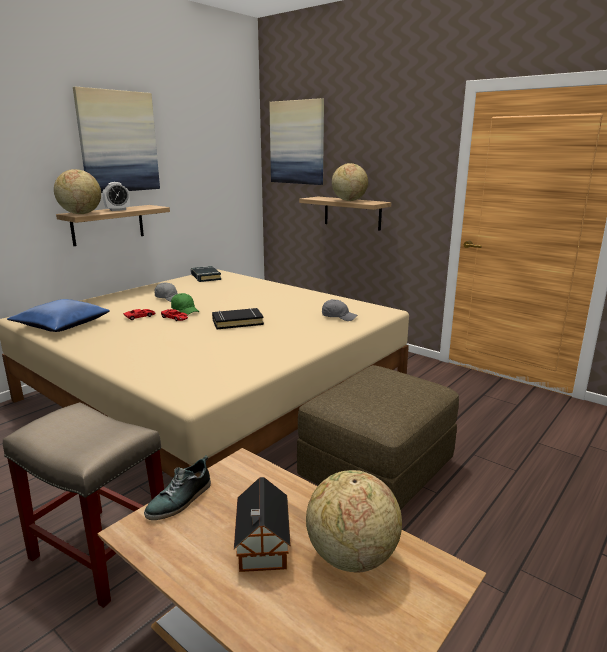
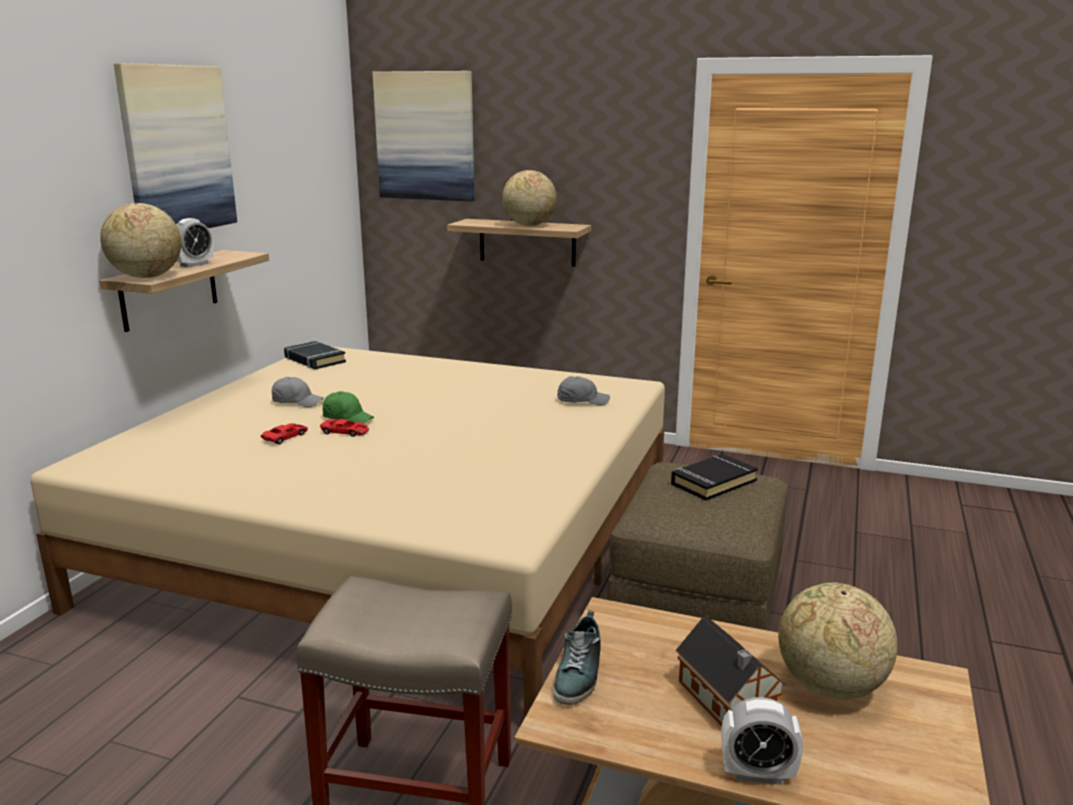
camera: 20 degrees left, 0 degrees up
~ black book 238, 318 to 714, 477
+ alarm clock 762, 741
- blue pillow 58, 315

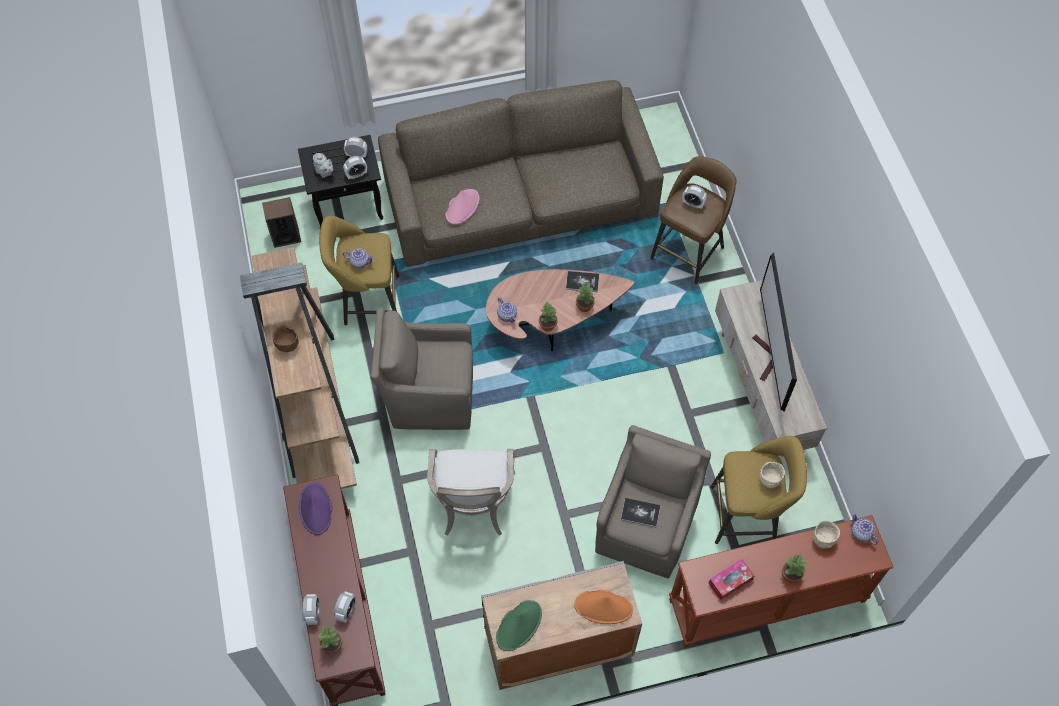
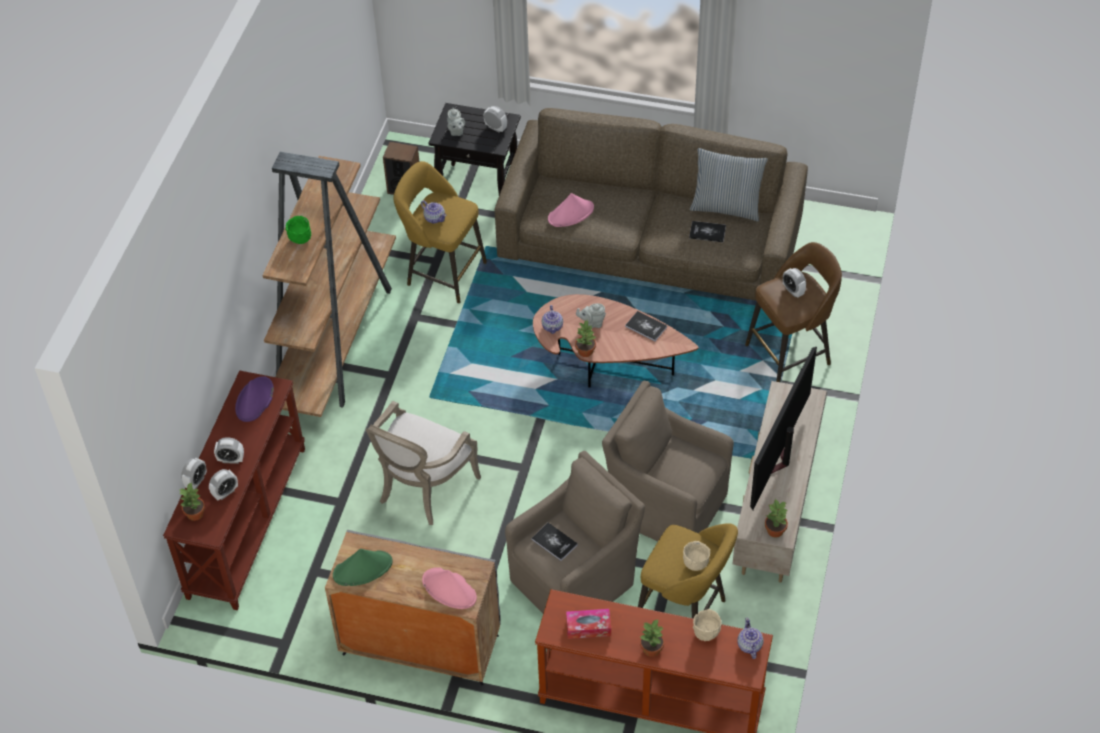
camera: 30 degrees right, 10 degrees down
~ alarm clock 355, 167 to 229, 450
~ brown bowl 286, 338 to green bowl 298, 230
~ orange hat 603, 607 to pink hat 449, 588
+ grey teapot 591, 315
~ brown armchair 422, 368 to 668, 461
+ book 707, 231
+ pillow 729, 185
~ potted plant 585, 297 to 776, 518

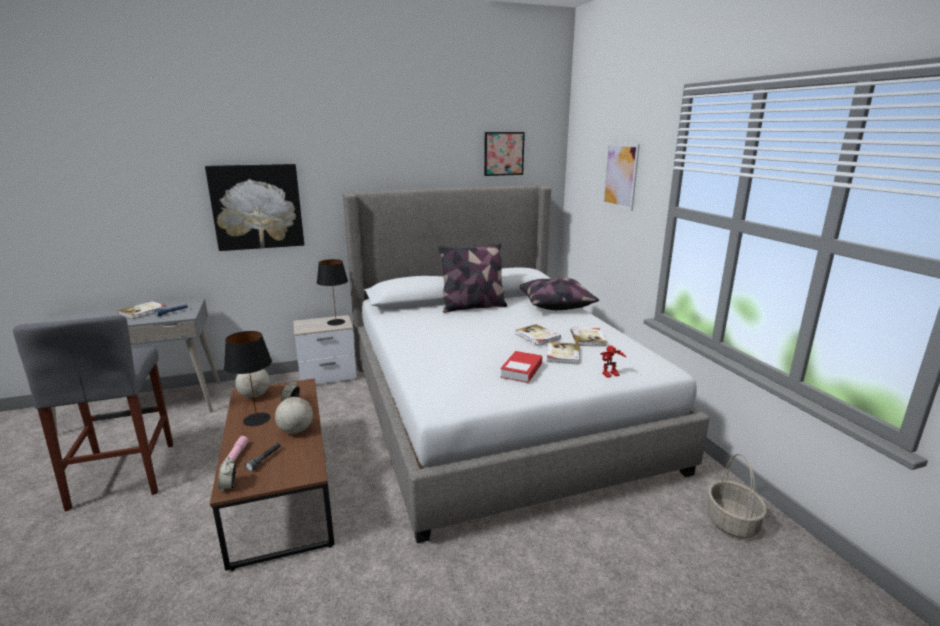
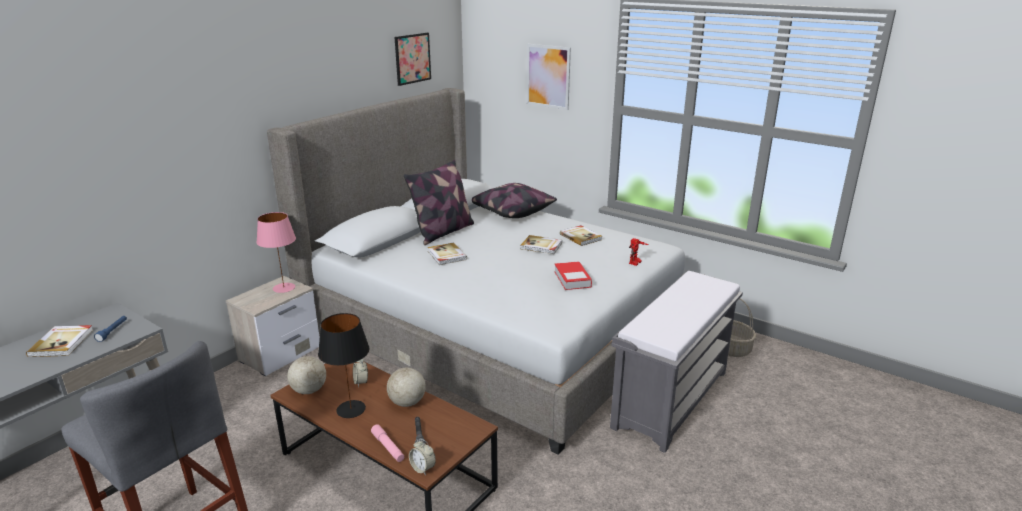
camera: 35 degrees left, 5 degrees up
~ black table lamp 332, 292 to pink table lamp 276, 252
~ book 563, 353 to 447, 254
+ grey bench 676, 362
- picture 254, 207

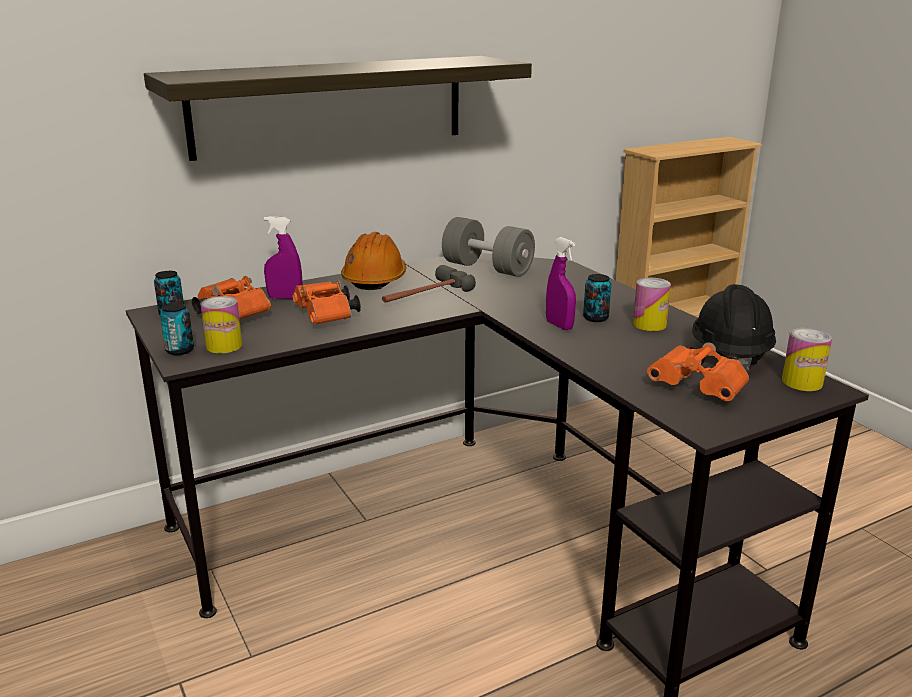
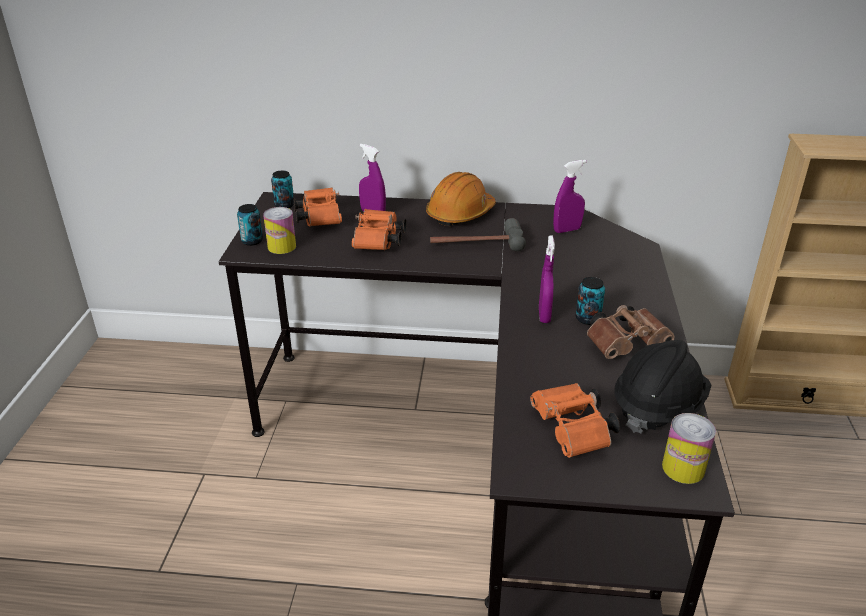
camera: 35 degrees right, 10 degrees up
~ grey dumbbell 488, 247 to purple spray bottle 569, 196
~ can 652, 304 to brown binoculars 630, 332
- shelf 338, 108

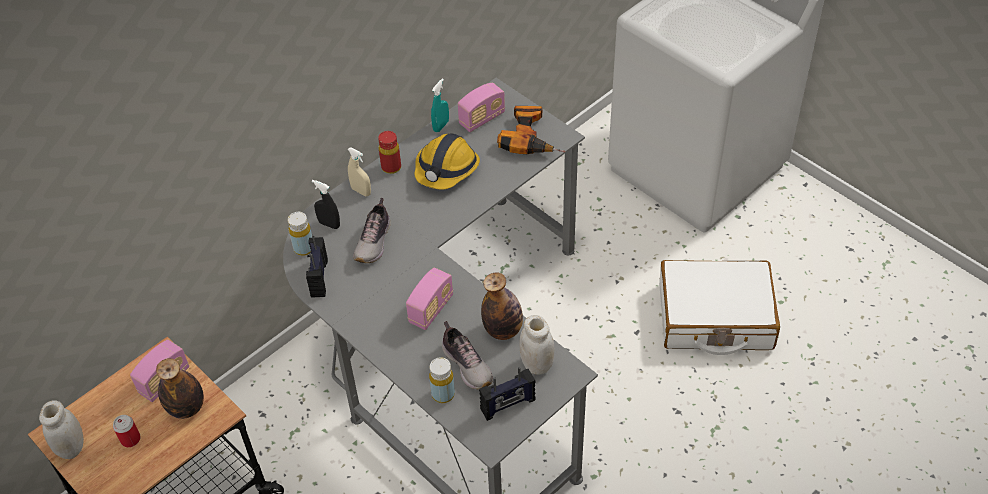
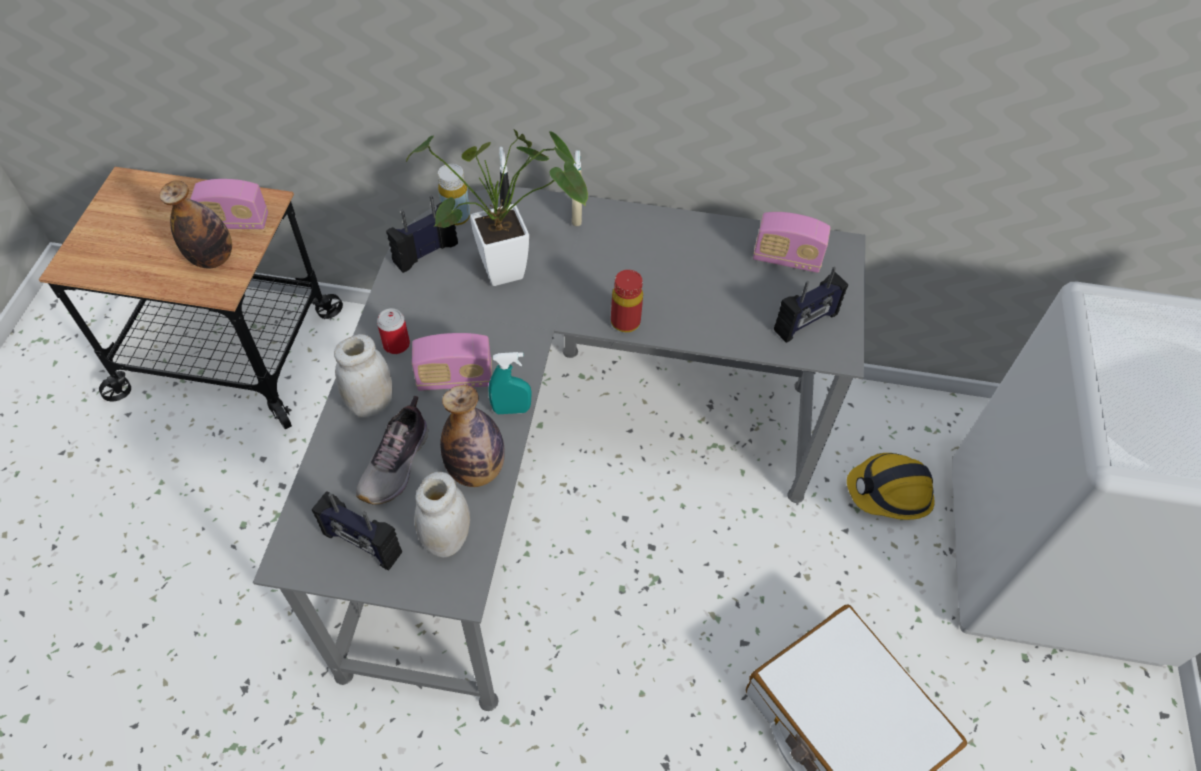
camera: 50 degrees right, 5 degrees up
~ white jar 61, 429 to 363, 376
~ can 127, 431 to 393, 331
~ shoe 372, 230 to potted plant 497, 207
~ turquoise spray bottle 440, 105 to 509, 383
~ red bottle 389, 152 to 627, 301
~ power drill 531, 130 to radio 811, 305
~ hard hat 447, 161 to 891, 486
- yellow bottle 442, 380

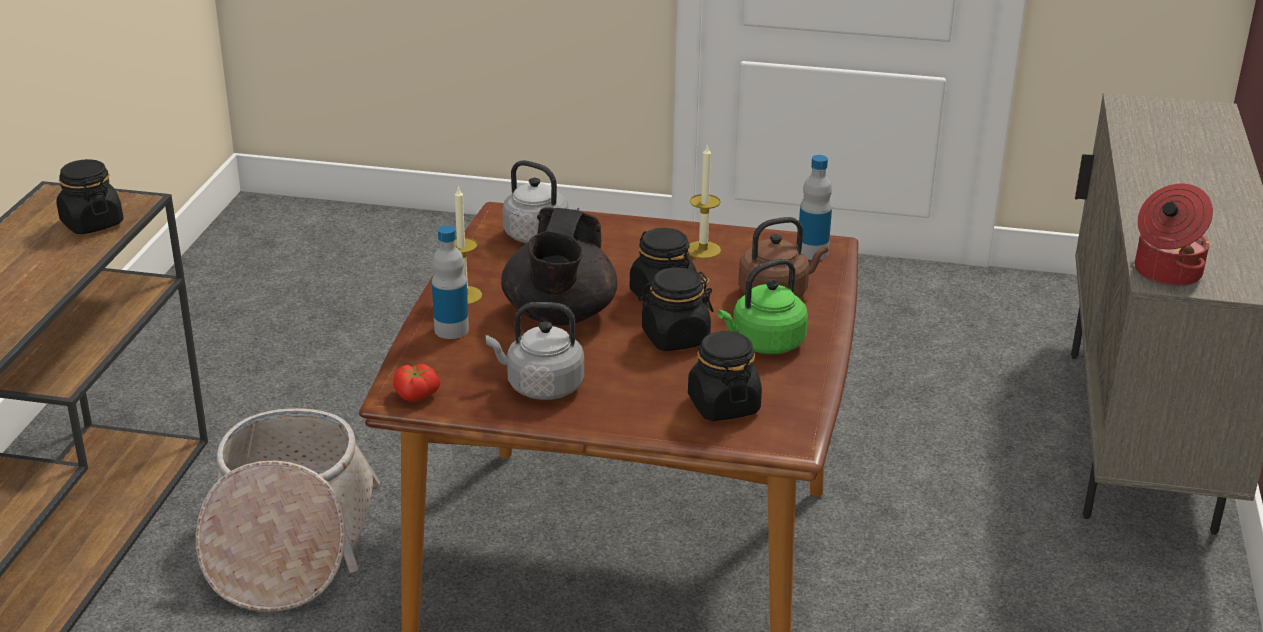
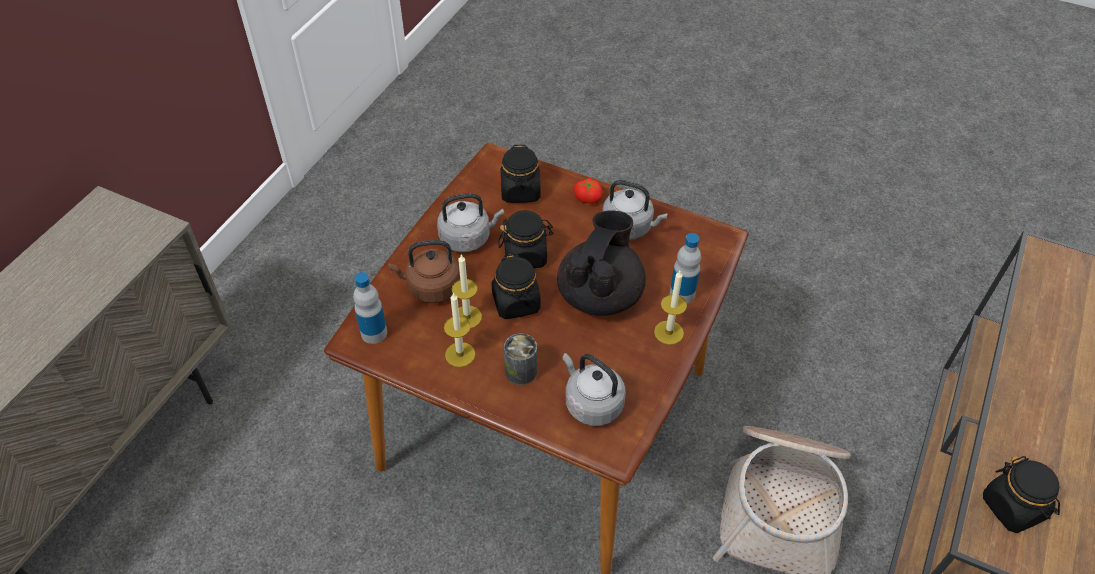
camera: 165 degrees left, 20 degrees up
~ green kettle 762, 306 to grey kettle 470, 223
+ candle 467, 292
+ can 520, 359
~ tomato 416, 383 to 588, 191
- cooking pot 1174, 235

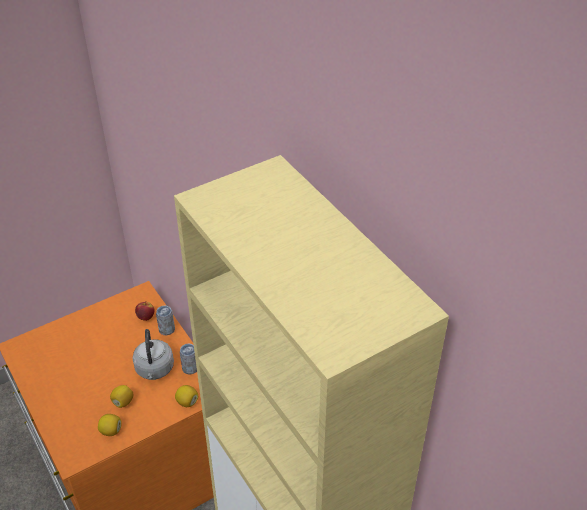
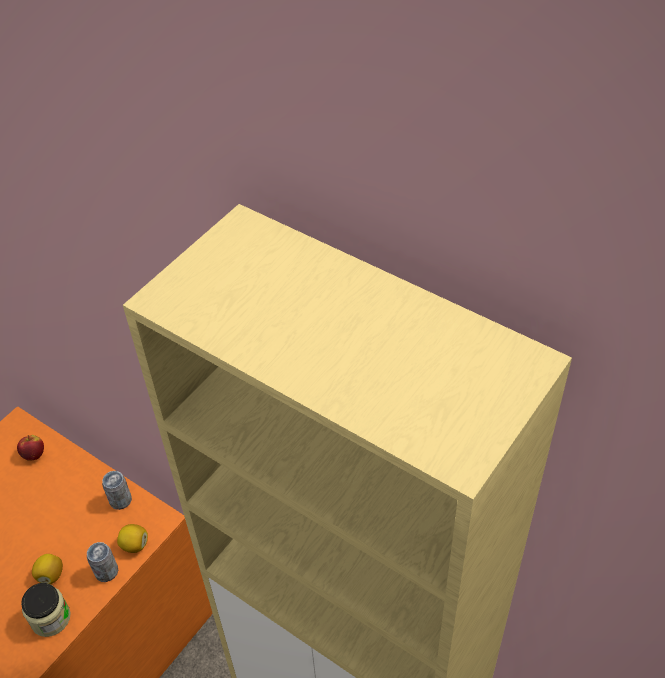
camera: 20 degrees left, 5 degrees up
~ lemon 110, 425 to jar 46, 610
~ can 165, 320 to 102, 562
- grey kettle 153, 354

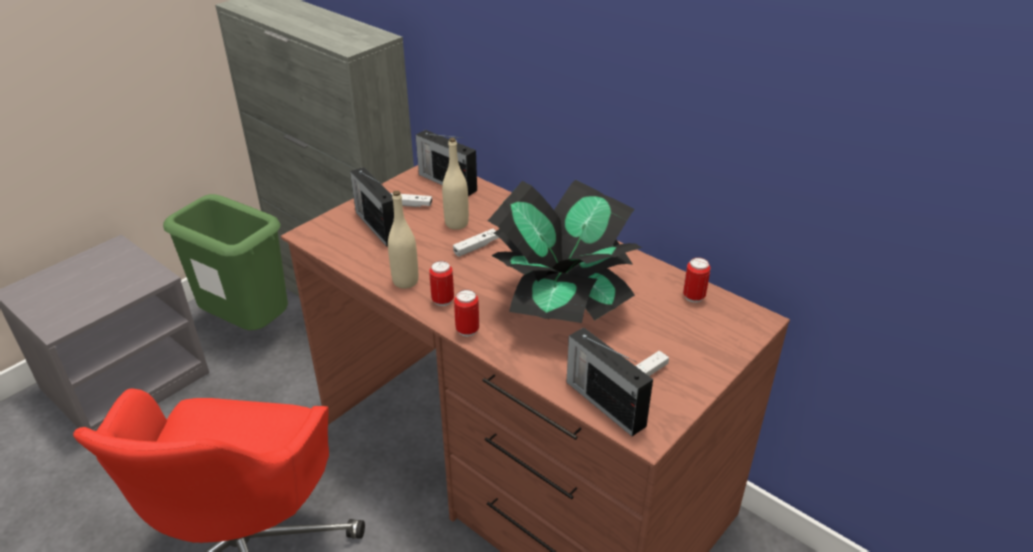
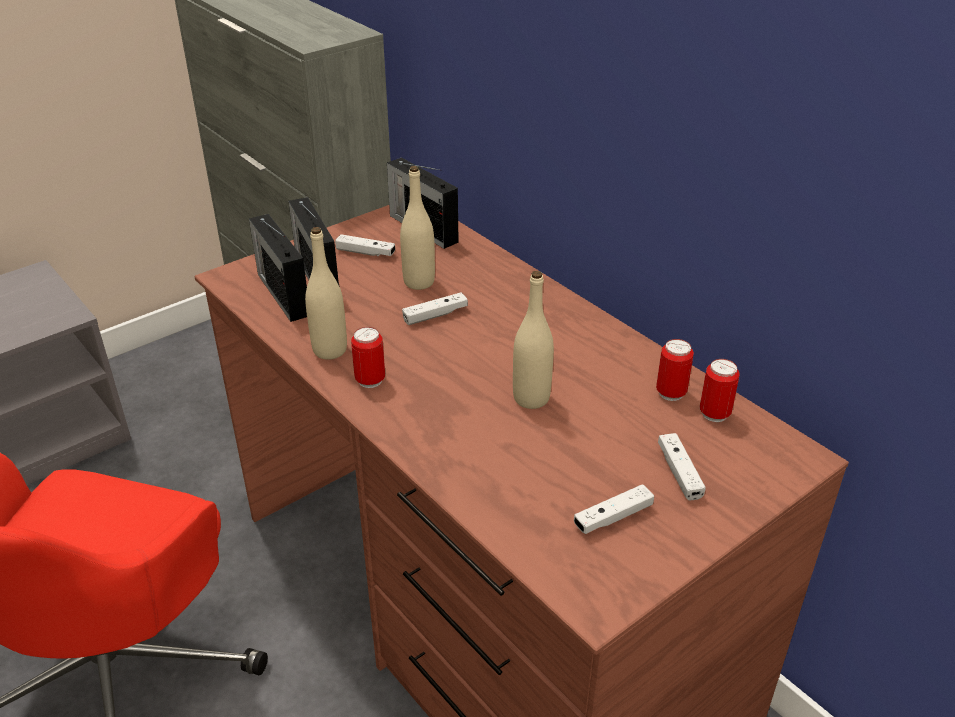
camera: 10 degrees right, 0 degrees up
~ radio 609, 381 to 278, 268
~ potted plant 565, 251 to beige bottle 533, 340
~ can 466, 313 to 675, 370
+ white game controller 682, 466
- green trash can 225, 262

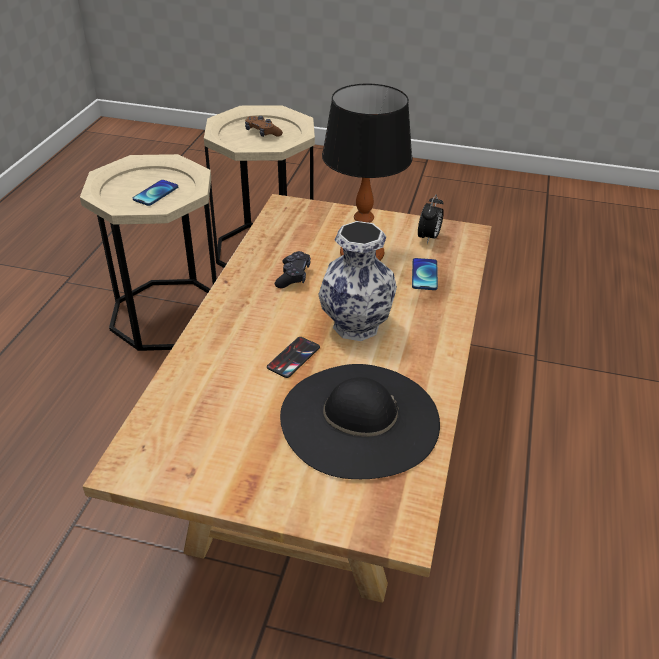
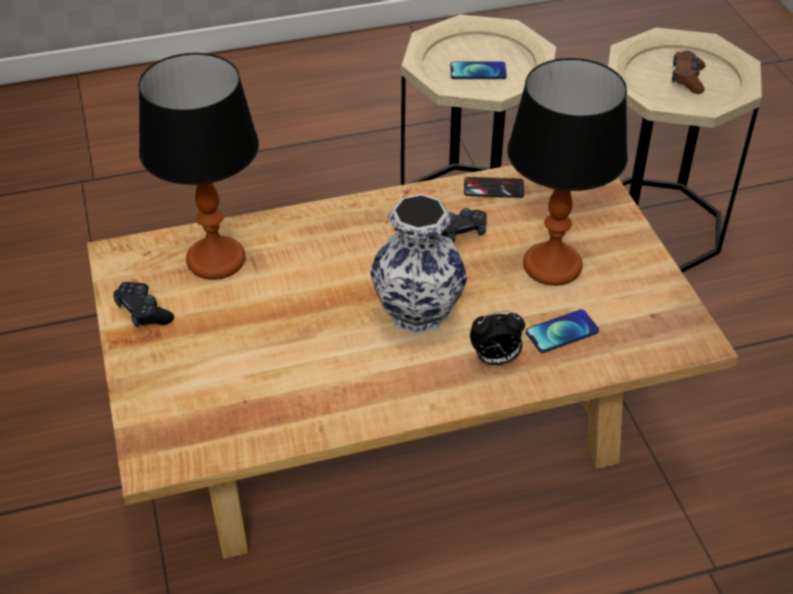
camera: 60 degrees right, 5 degrees up
+ black game controller 143, 305
+ table lamp 198, 166
~ phone 293, 357 to 494, 187
~ alarm clock 431, 219 to 497, 338
- black hat 360, 421

